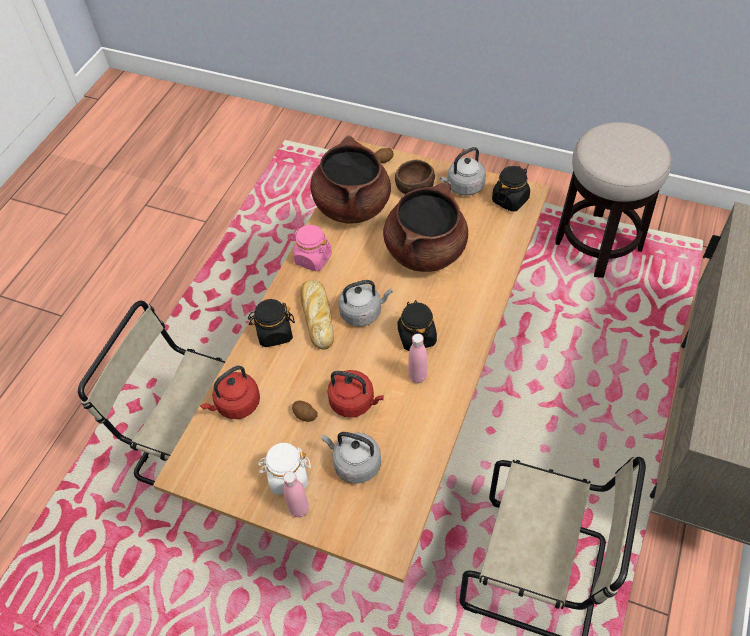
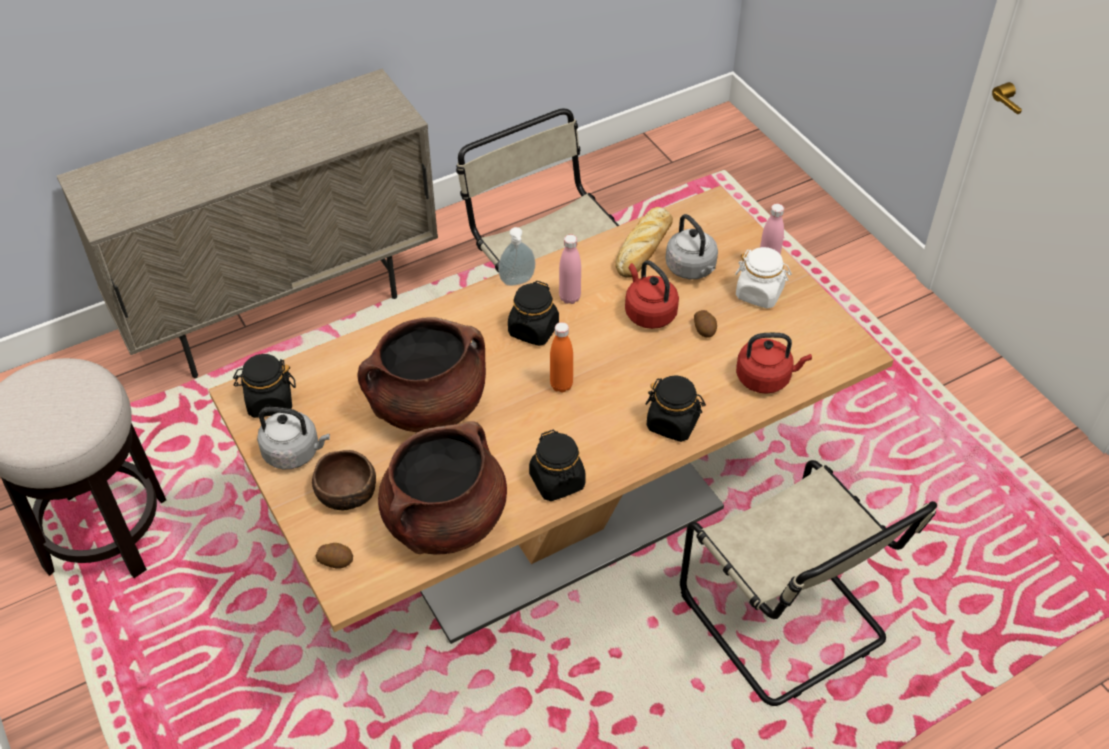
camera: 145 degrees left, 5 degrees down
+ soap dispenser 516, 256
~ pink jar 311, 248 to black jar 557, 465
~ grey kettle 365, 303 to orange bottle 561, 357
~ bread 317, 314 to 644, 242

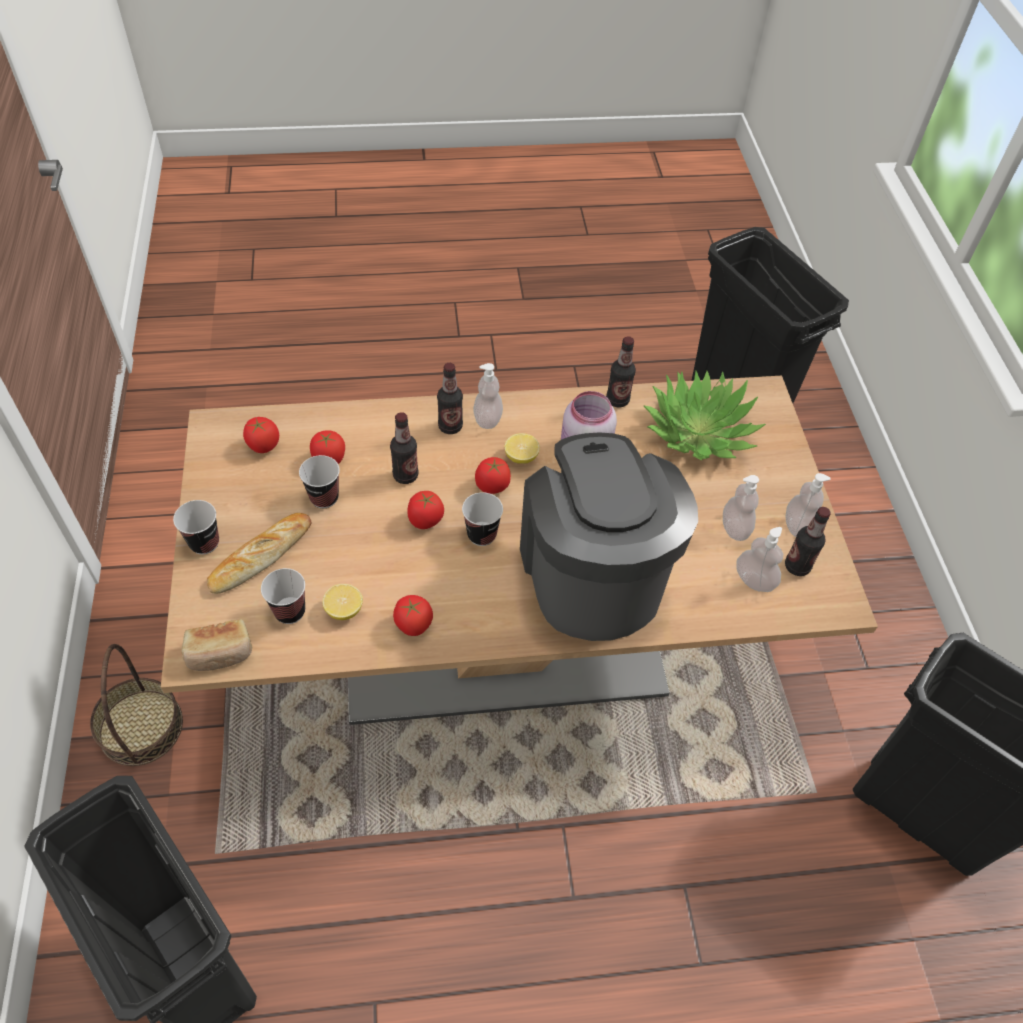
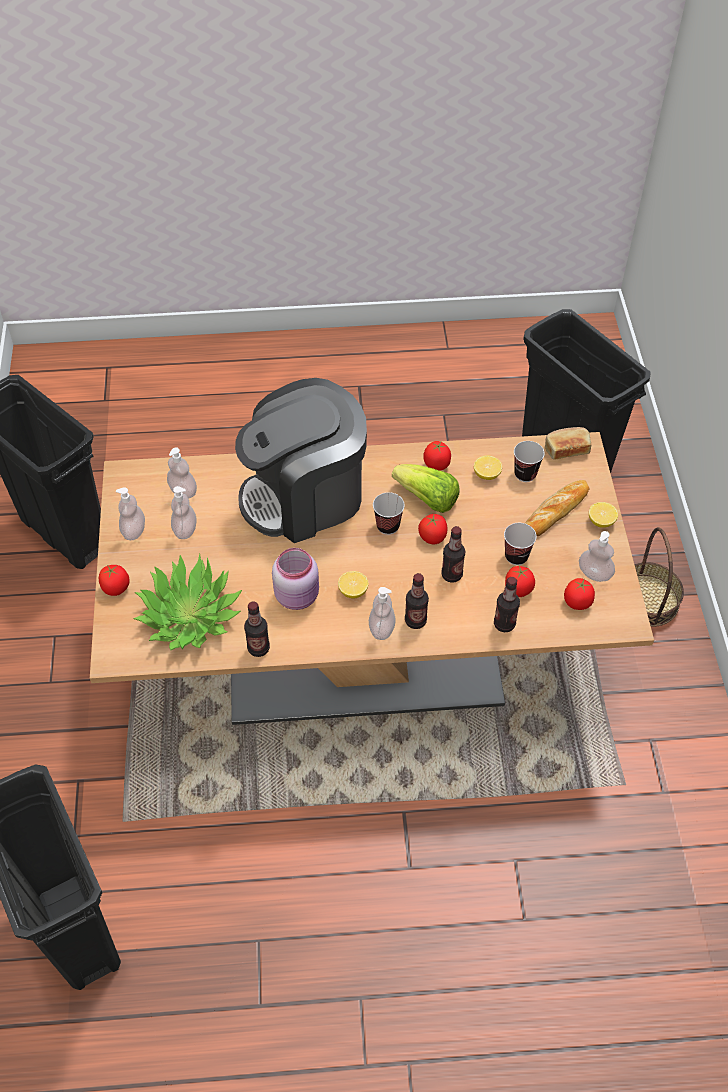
camera: 175 degrees left, 0 degrees up
~ tomato 493, 475 to 114, 580
~ coffee machine 609, 536 = 301, 460 75 degrees clockwise
+ lettuce 425, 488
~ bottle 808, 541 to 507, 604
+ soap dispenser 597, 556
~ cup 196, 527 to lemon 603, 515

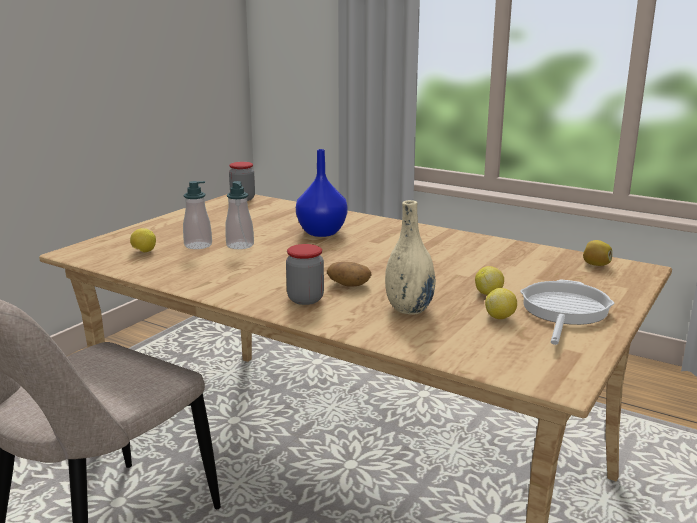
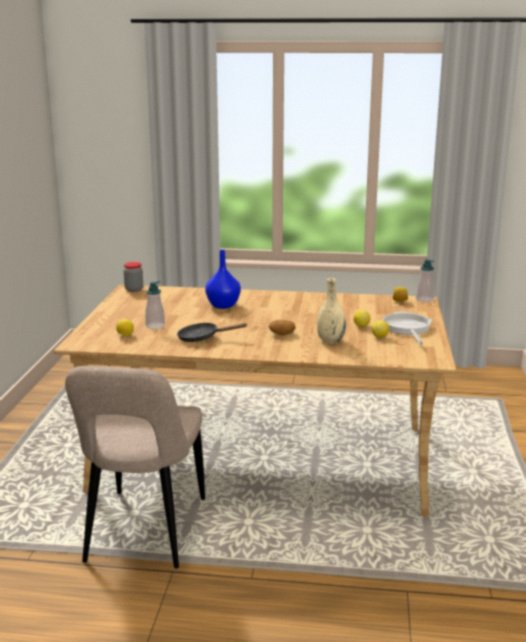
camera: 25 degrees left, 0 degrees up
+ black frying pan 211, 332
~ soap dispenser 239, 215 to 425, 280
- jar 305, 274

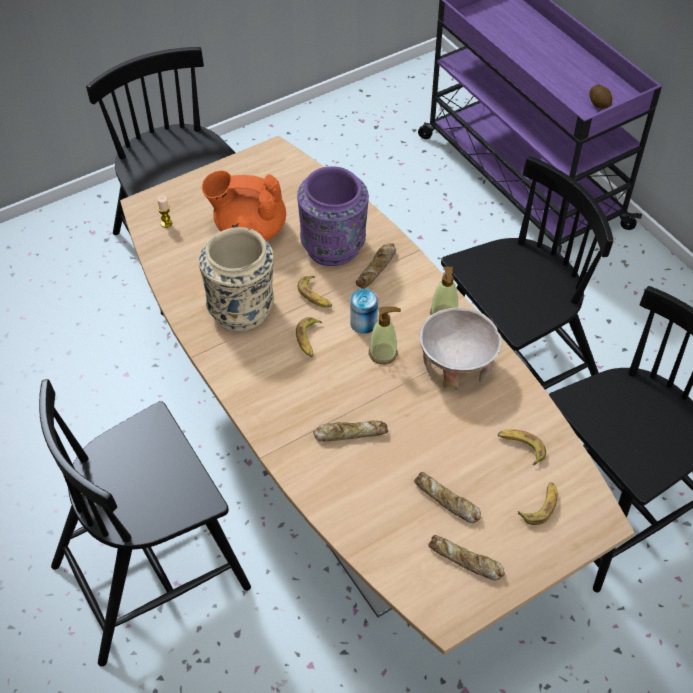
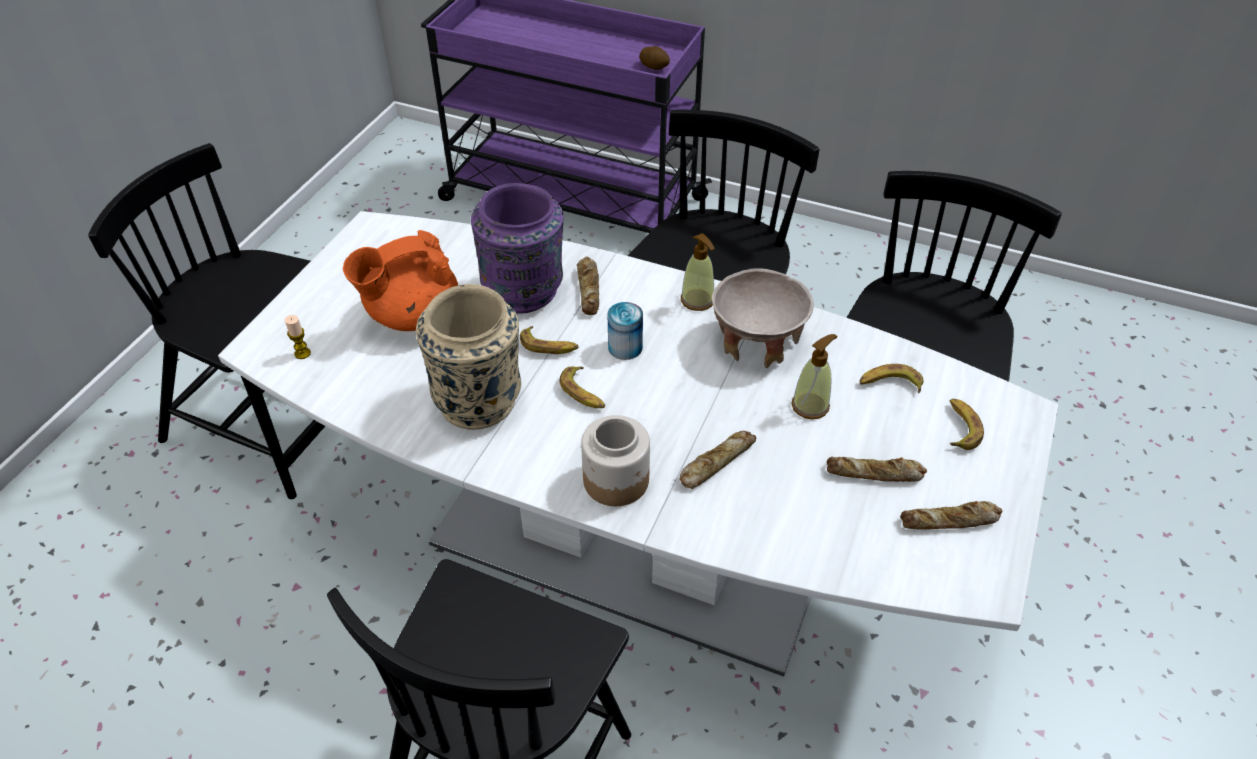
camera: 35 degrees left, 5 degrees down
~ brown dining table 377, 395 to white dining table 638, 444
+ jar 615, 460
~ soap dispenser 385, 335 to 814, 376

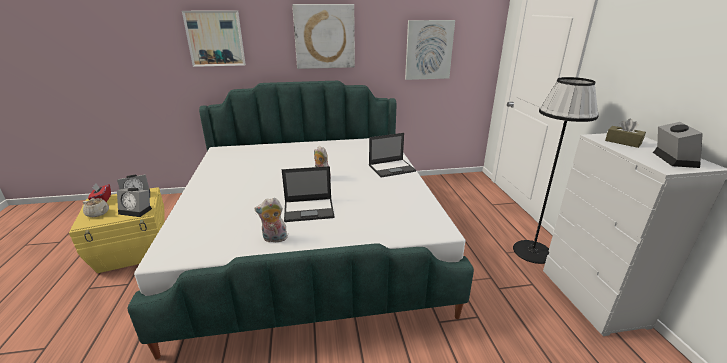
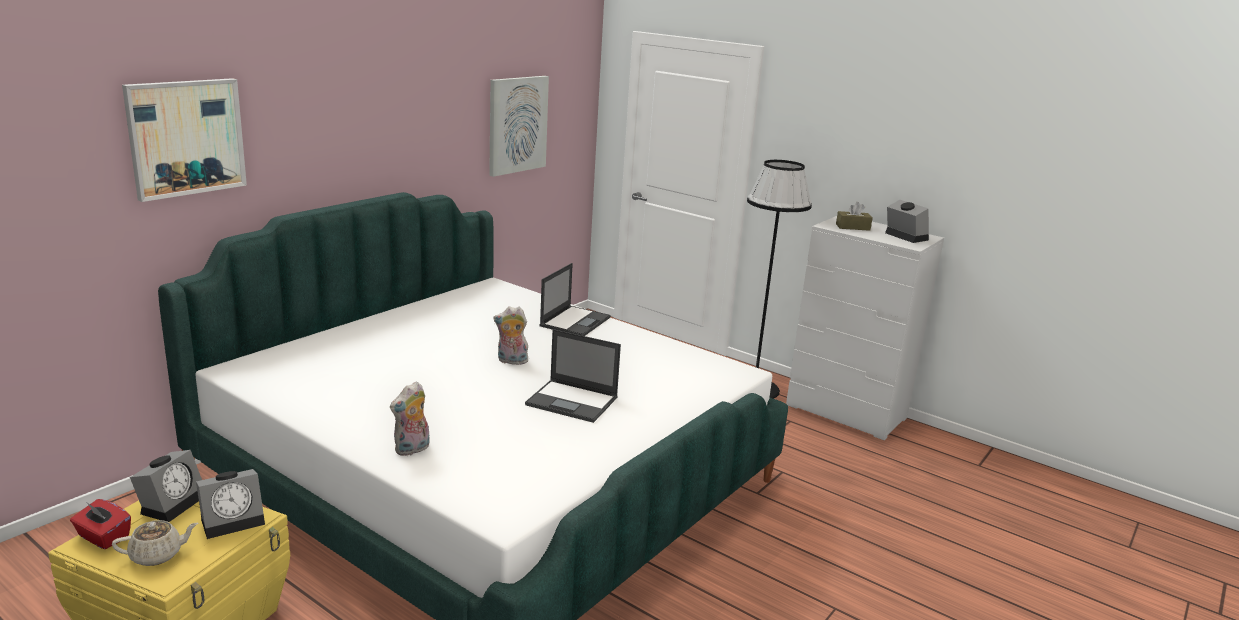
camera: 45 degrees left, 5 degrees down
~ plush toy 271, 220 to 410, 419
~ laptop 308, 194 = 573, 376 75 degrees clockwise
- picture 323, 36

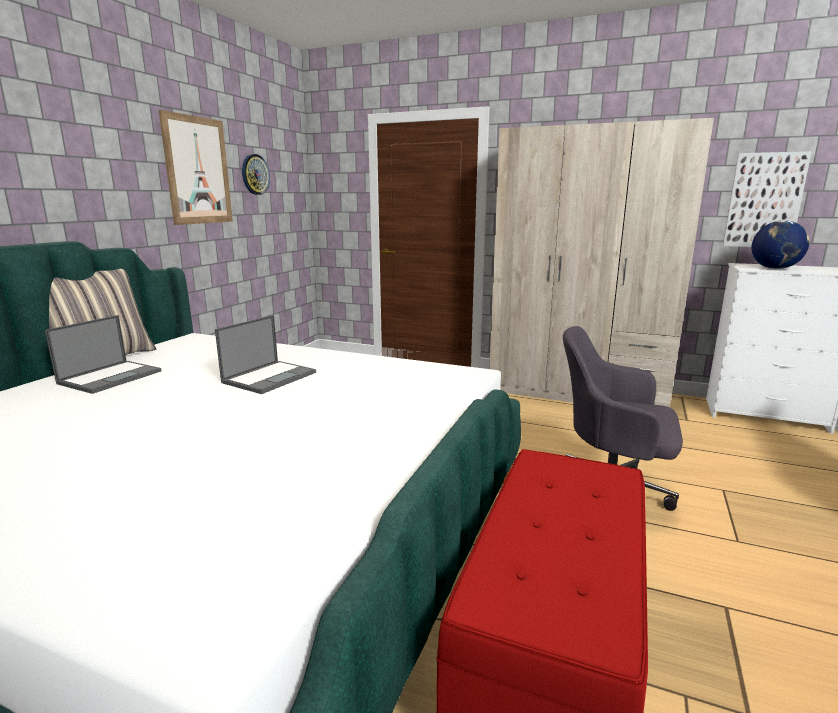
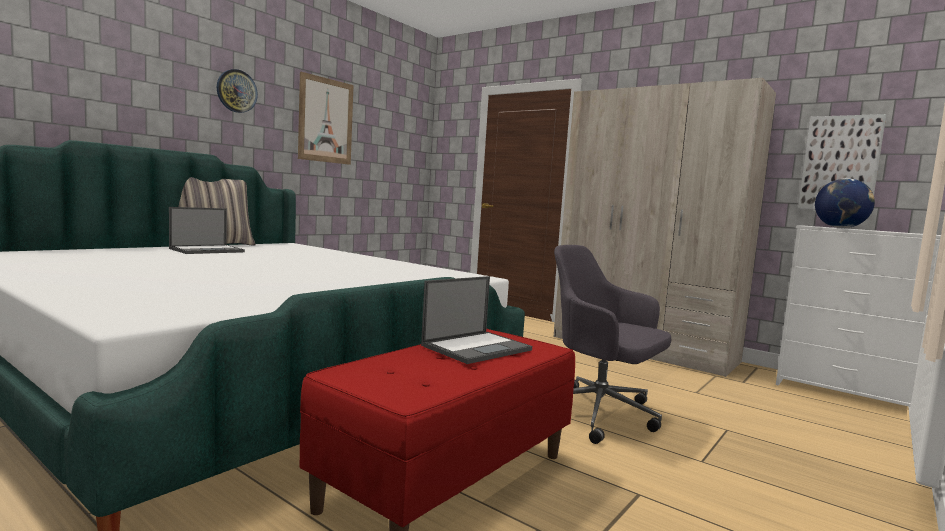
camera: 15 degrees right, 10 degrees down
~ wall clock 256, 174 to 237, 91
~ laptop 265, 354 to 476, 320

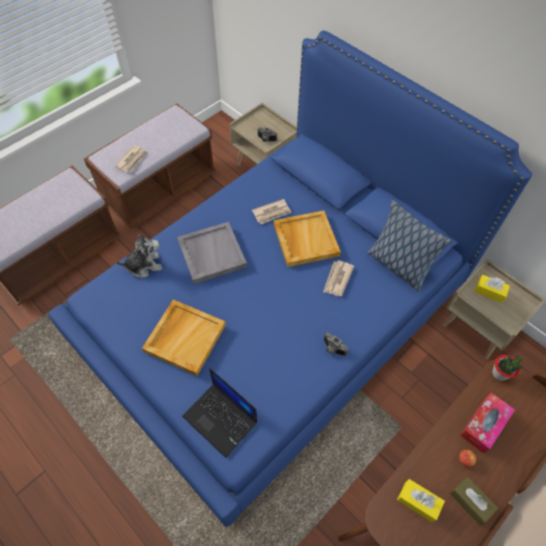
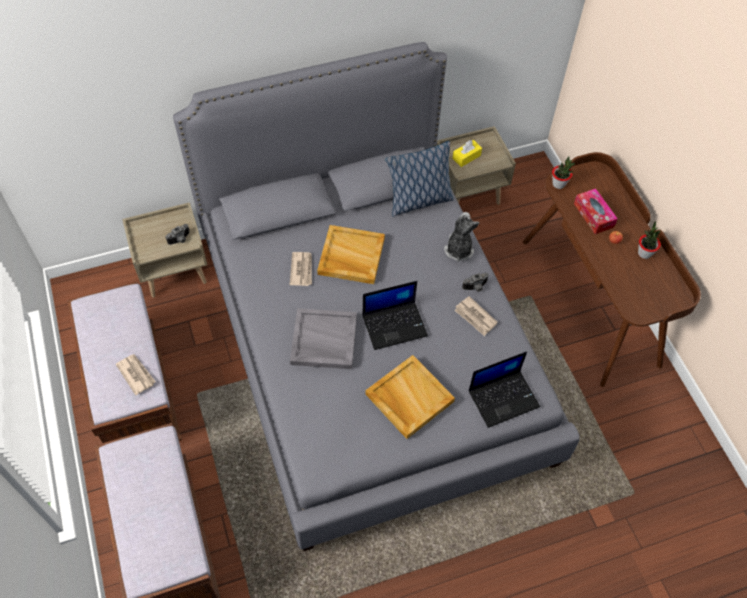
camera: 65 degrees left, 0 degrees up
~ blue bed 290, 279 to grey bed 376, 296
+ laptop 395, 315
~ plush toy 139, 255 to 462, 237
~ newspaper 338, 278 to 476, 316
~ brown tissue box 474, 501 to potted plant 649, 240
- yellow tissue box 421, 500

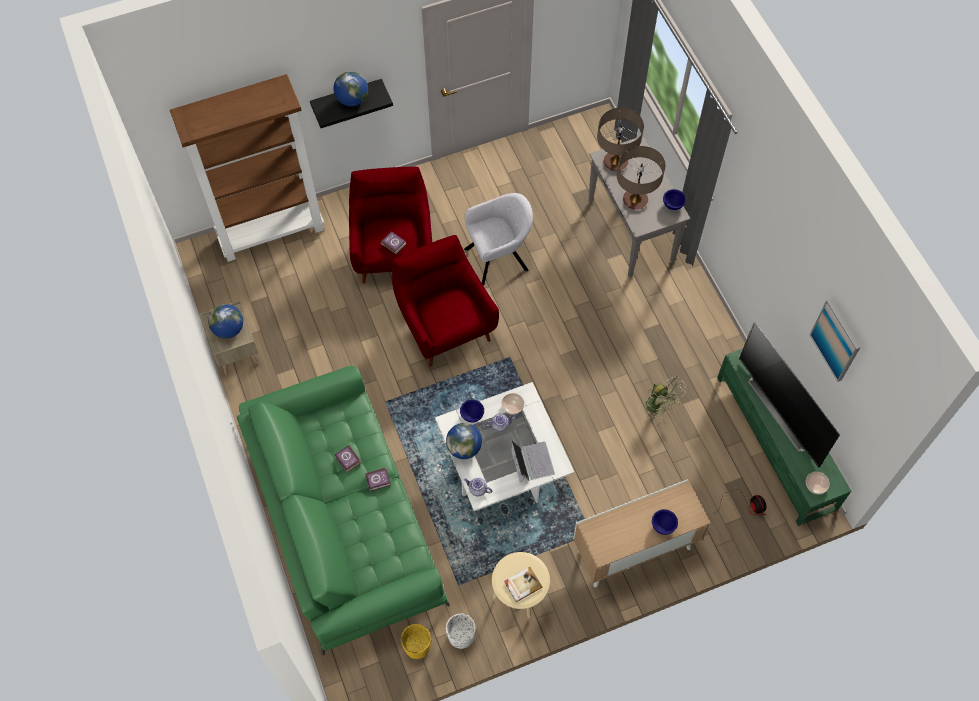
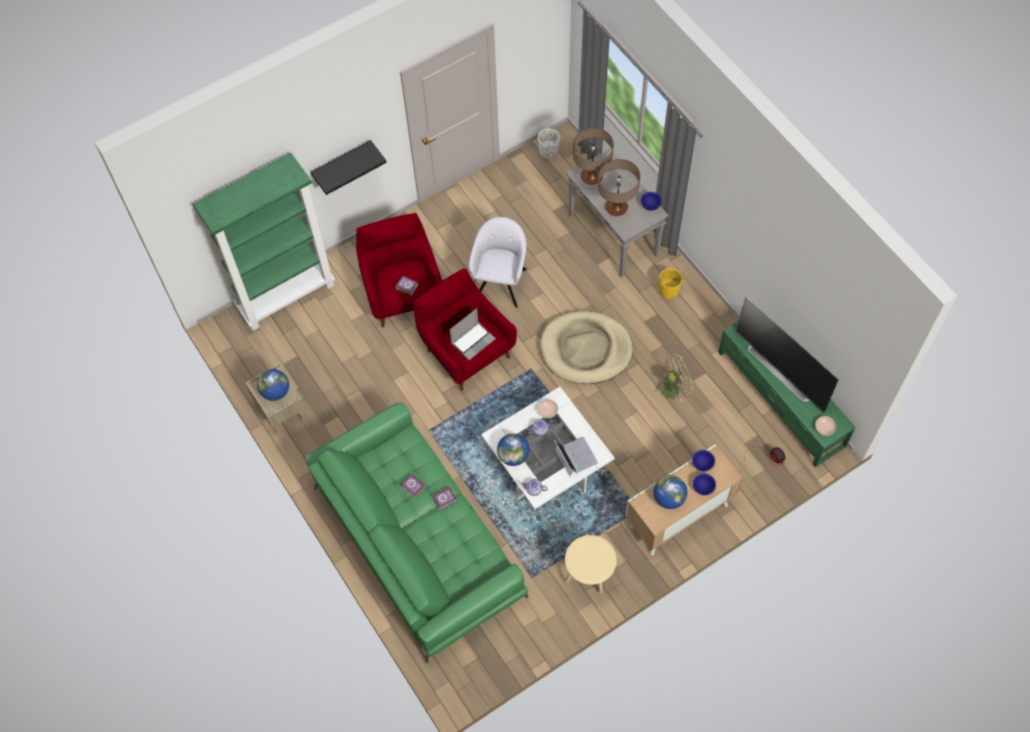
camera: 10 degrees left, 0 degrees up
~ brown bookcase 247, 168 to green bookcase 264, 241
+ laptop 473, 334
~ grey armchair 498, 239 = 498, 262 45 degrees counterclockwise
~ white planter 461, 631 to 549, 143
+ beige dog bed 586, 347
~ green fan 666, 398 = 673, 378 60 degrees counterclockwise
~ globe 351, 88 to 670, 492
~ yellow planter 416, 641 to 671, 283
~ blue bowl 472, 410 to 703, 460
- book 523, 584
- picture 835, 340

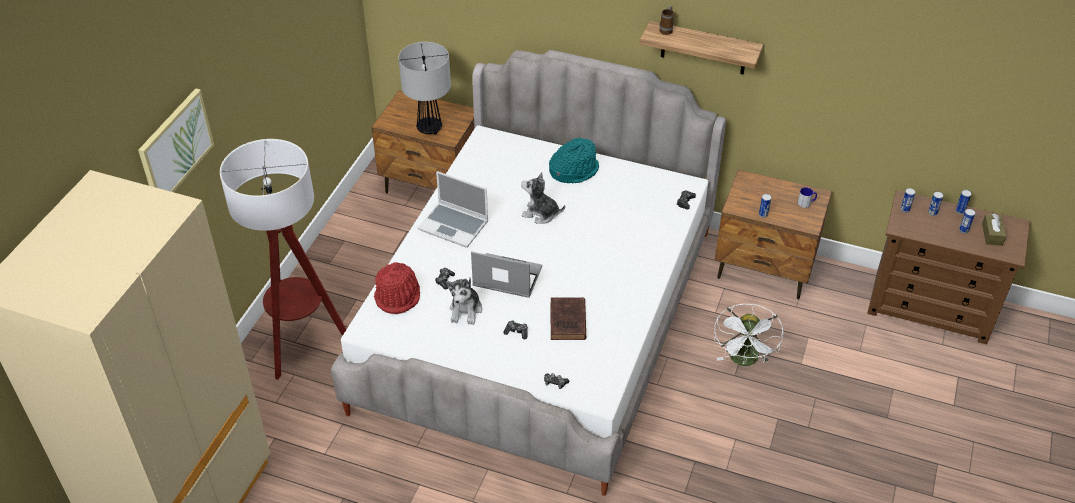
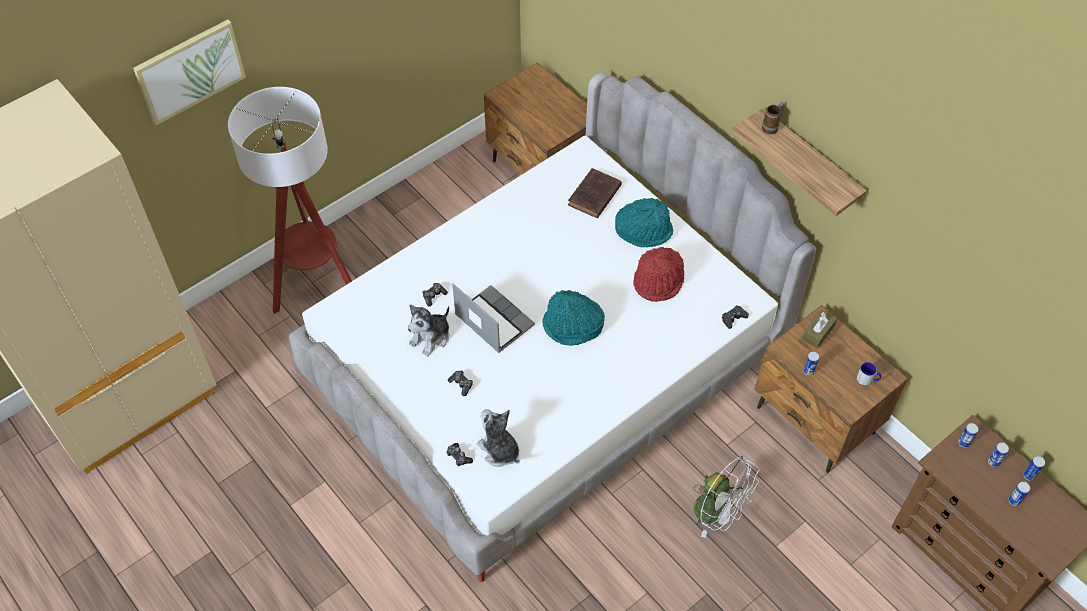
camera: 30 degrees right, 10 degrees up
~ plush toy 543, 198 to 498, 438
+ turquoise hat 573, 318
~ brown book 568, 318 to 595, 193
~ red hat 397, 288 to 658, 274
~ white fan 749, 335 = 726, 497 90 degrees counterclockwise
~ brown tissue box 994, 230 to 819, 329
- table lamp 424, 88
- laptop 453, 209

